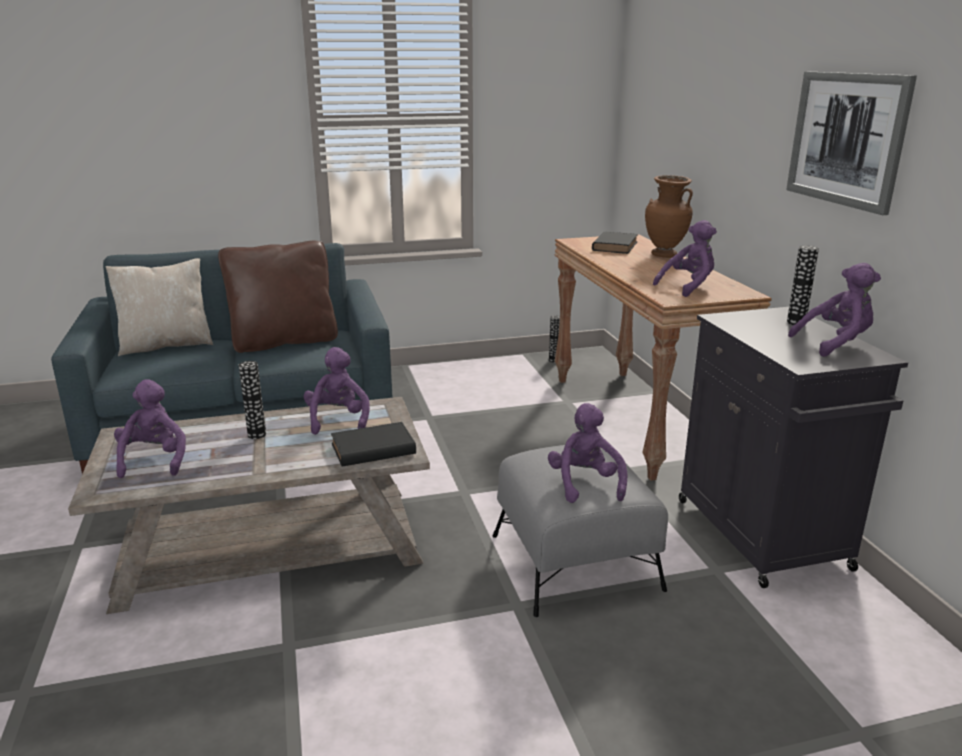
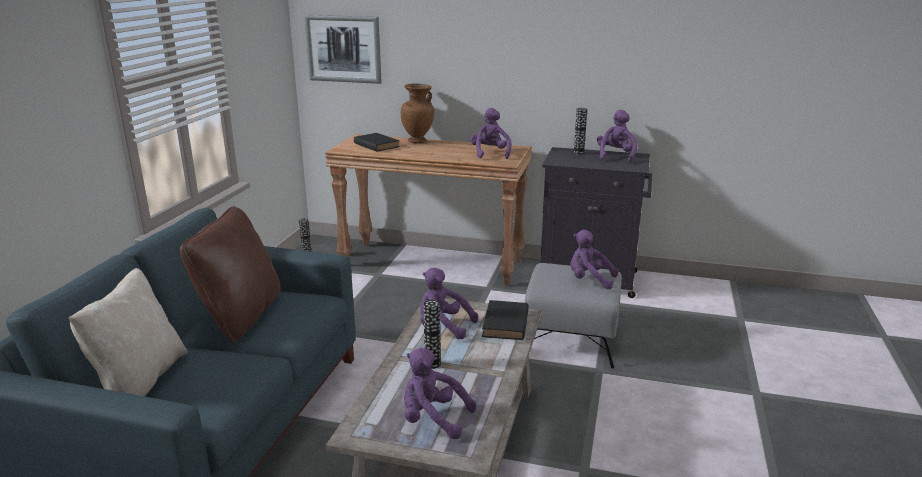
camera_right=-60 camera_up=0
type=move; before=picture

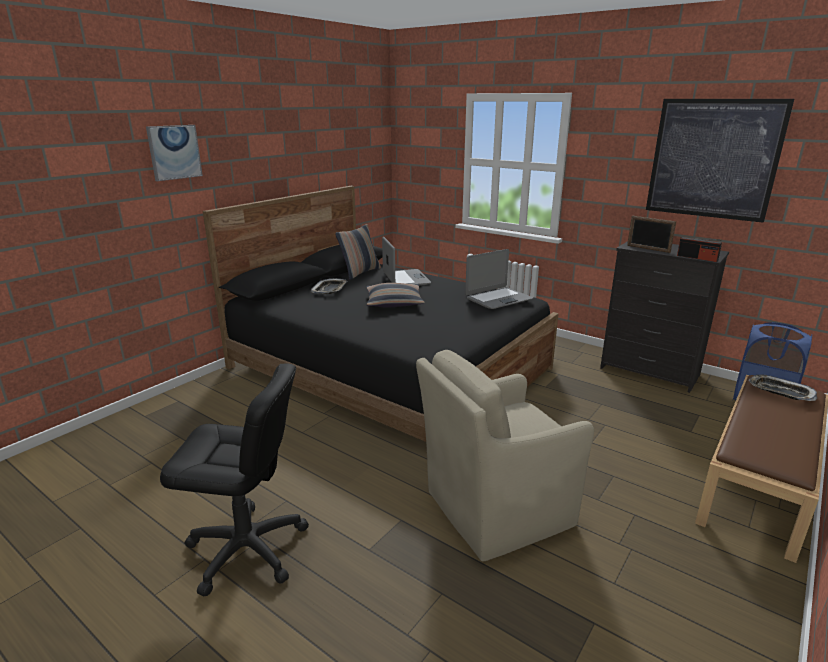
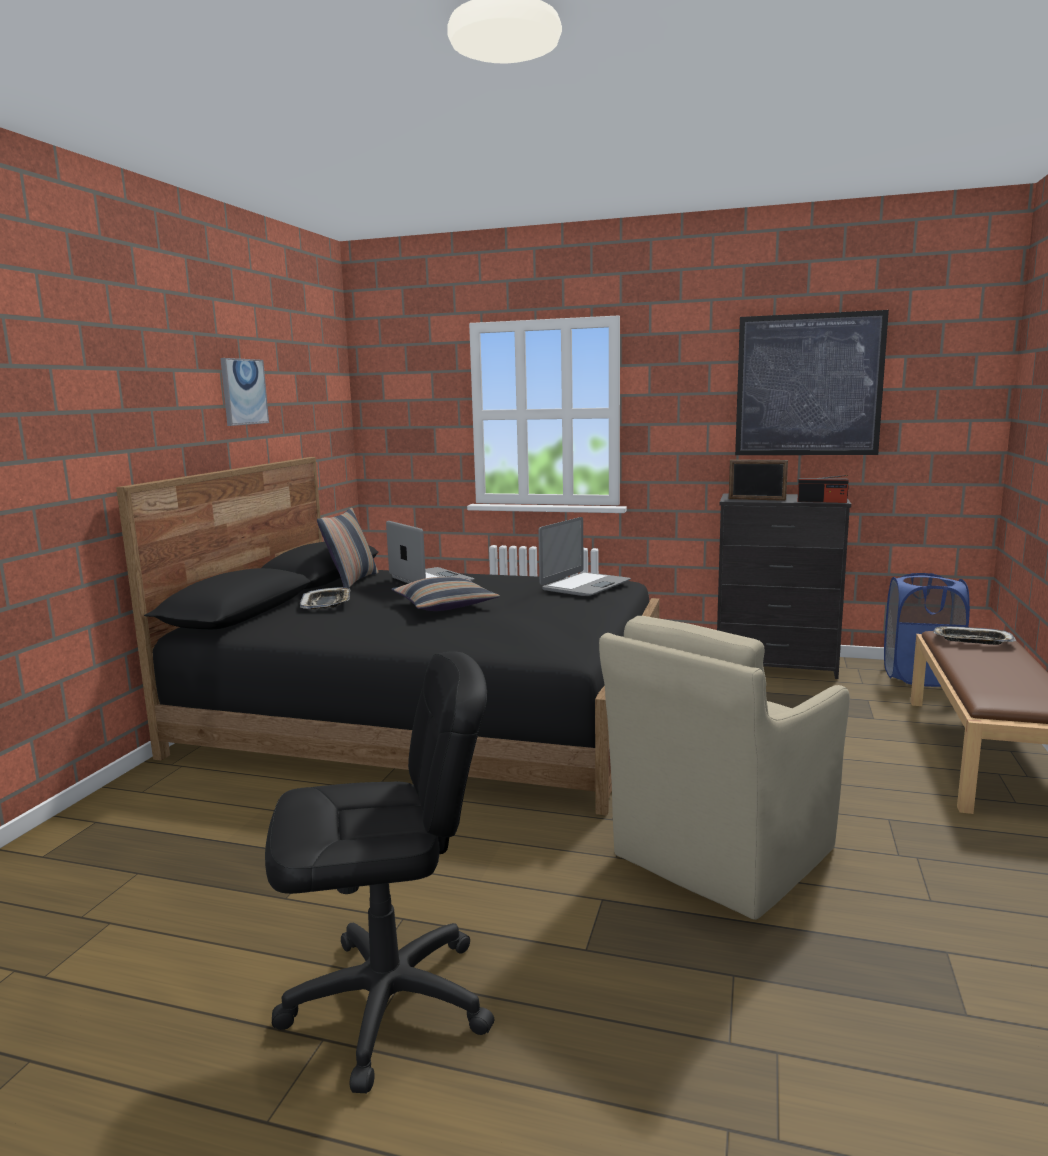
camera_right=-20 camera_up=-10
type=move; before=picture (1st from left)

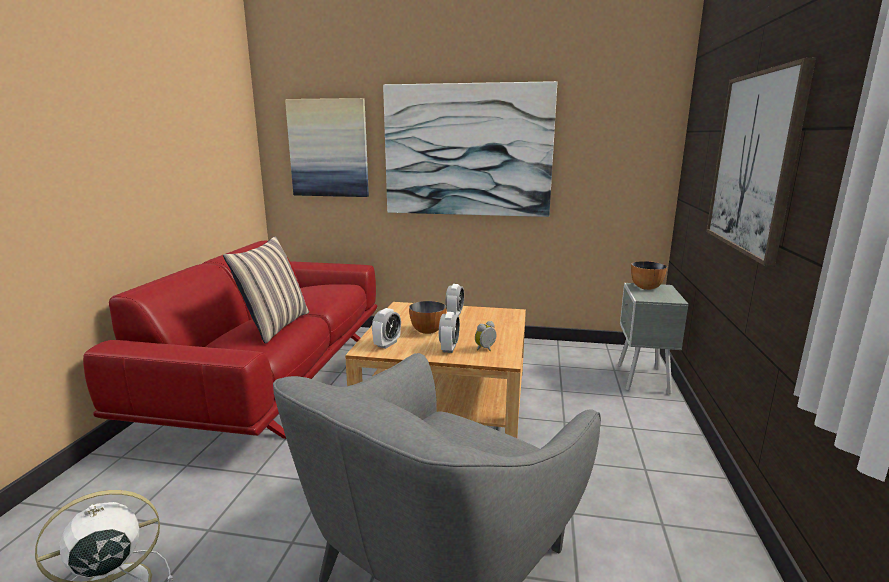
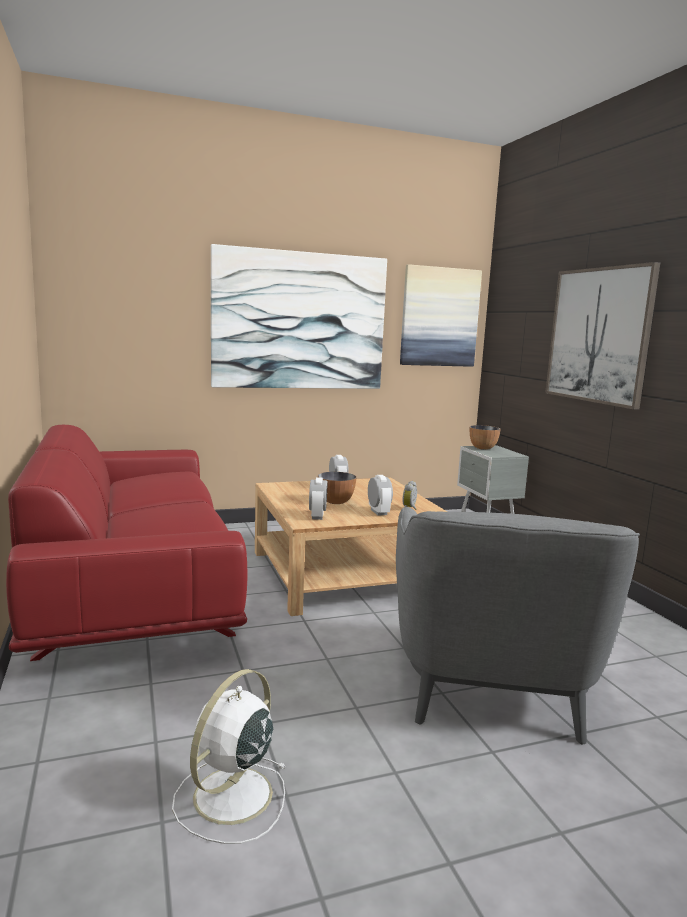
camera_right=-30 camera_up=-5
type=move; before=picture (1st from left in the first image); after=picture (2nd from left)
type=delete; before=pillow

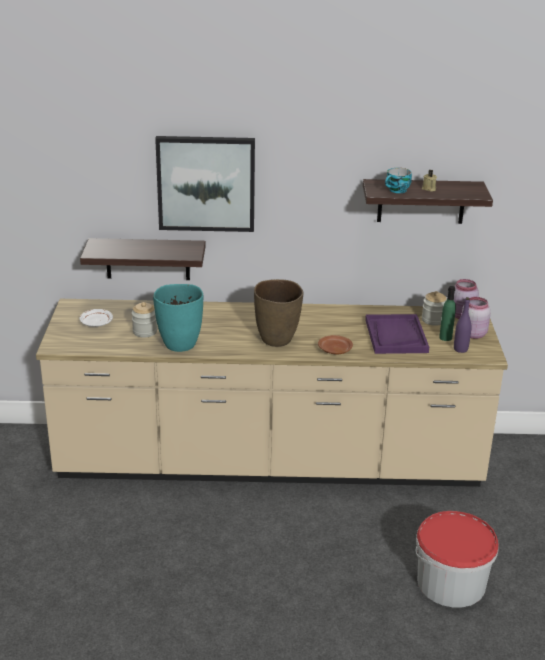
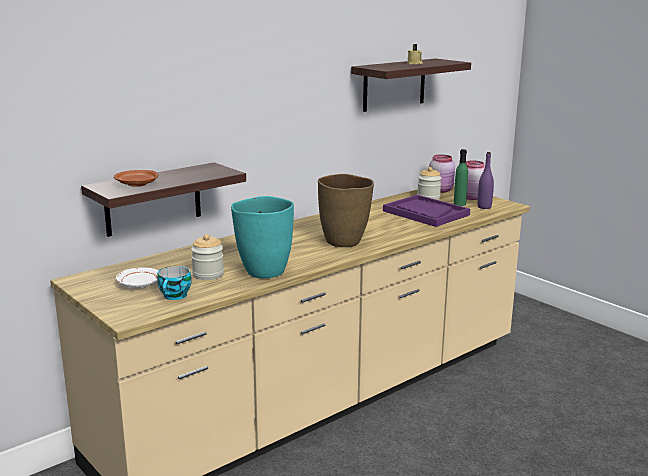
camera_right=-40 camera_up=-10
type=delete; before=picture
type=move; before=cup
type=move; before=brown_plate
type=delete; before=bucket

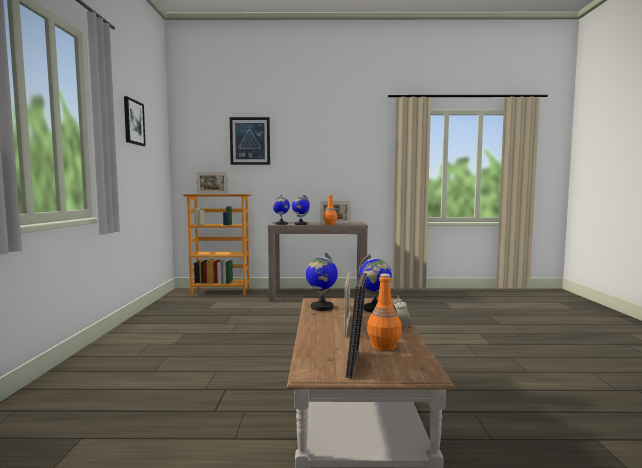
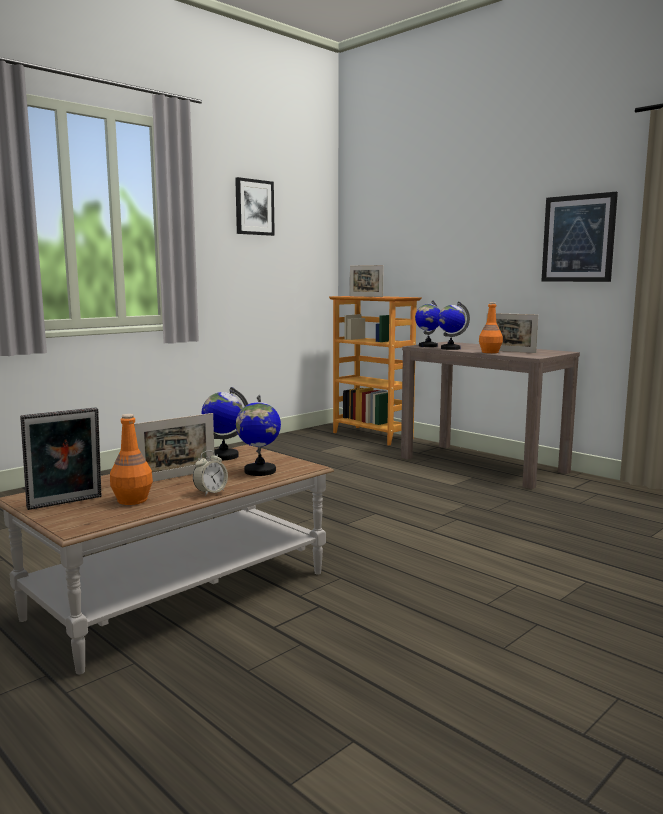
camera_right=45 camera_up=5
type=move; before=picture (2nd from left)

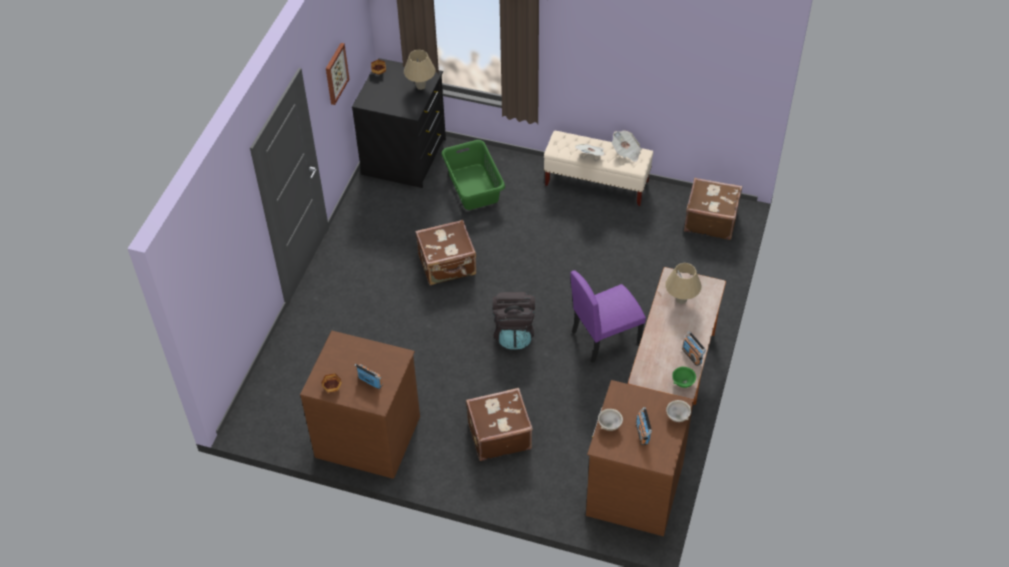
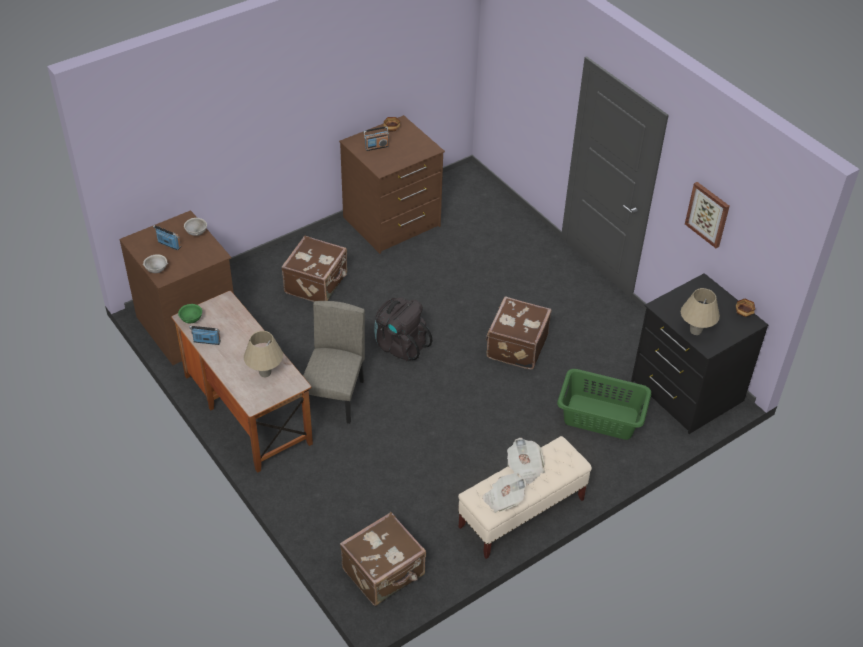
camera_right=125 camera_up=-5
type=recolor; before=purple_chair; after=beige_chair

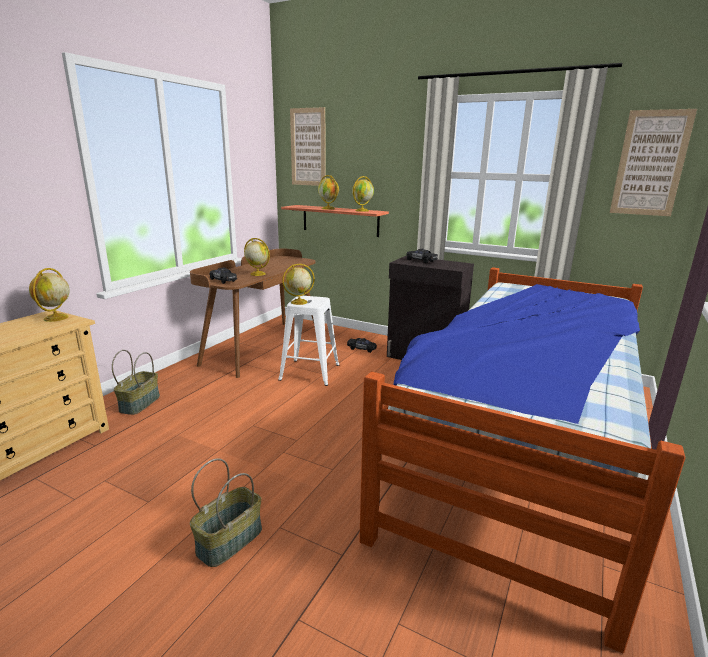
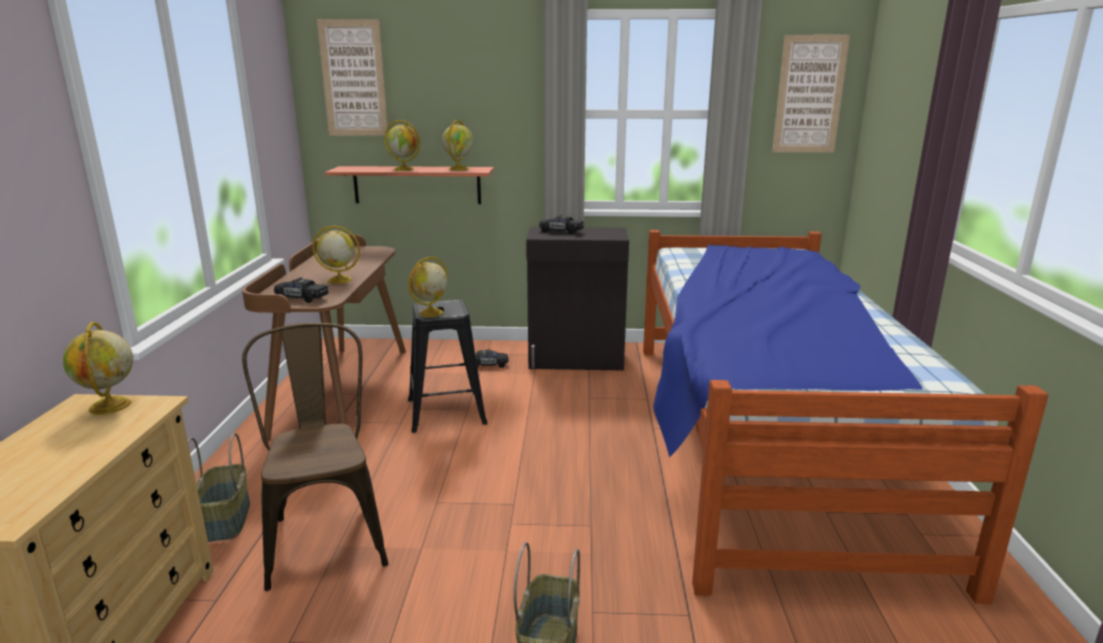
camera_right=-25 camera_up=0
type=recolor; before=white_stool; after=black_stool
type=insert; after=brown_chair

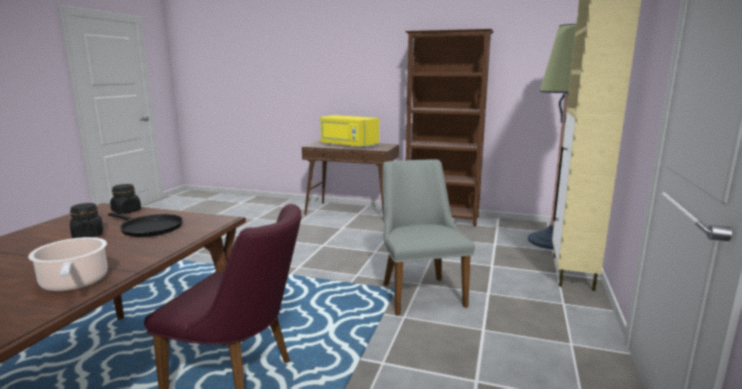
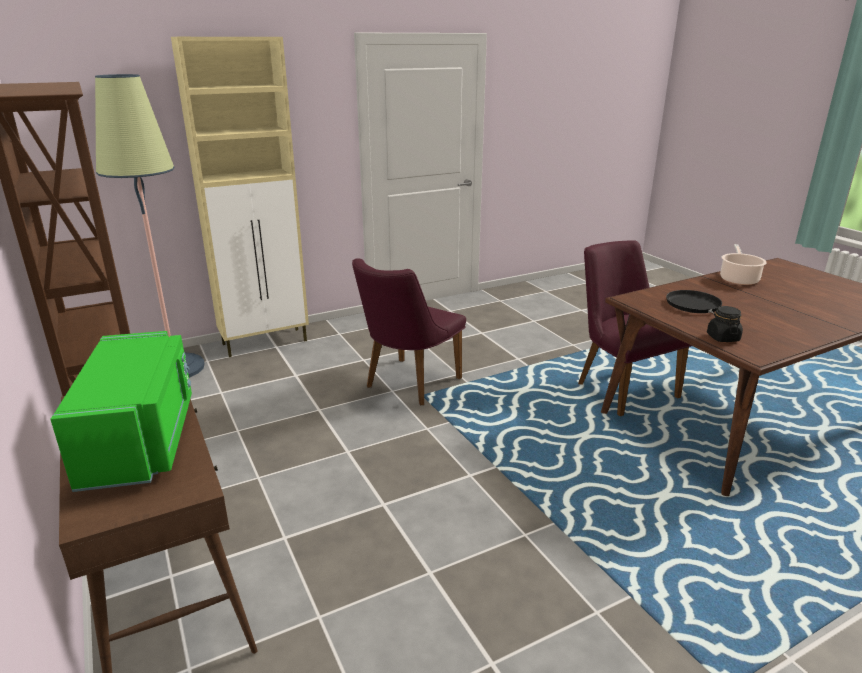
camera_right=-135 camera_up=10
type=recolor; before=yellow_microwave; after=green_microwave
type=recolor; before=grey_chair; after=purple_chair (1st from left)
type=delete; before=black_jar (1st from left)

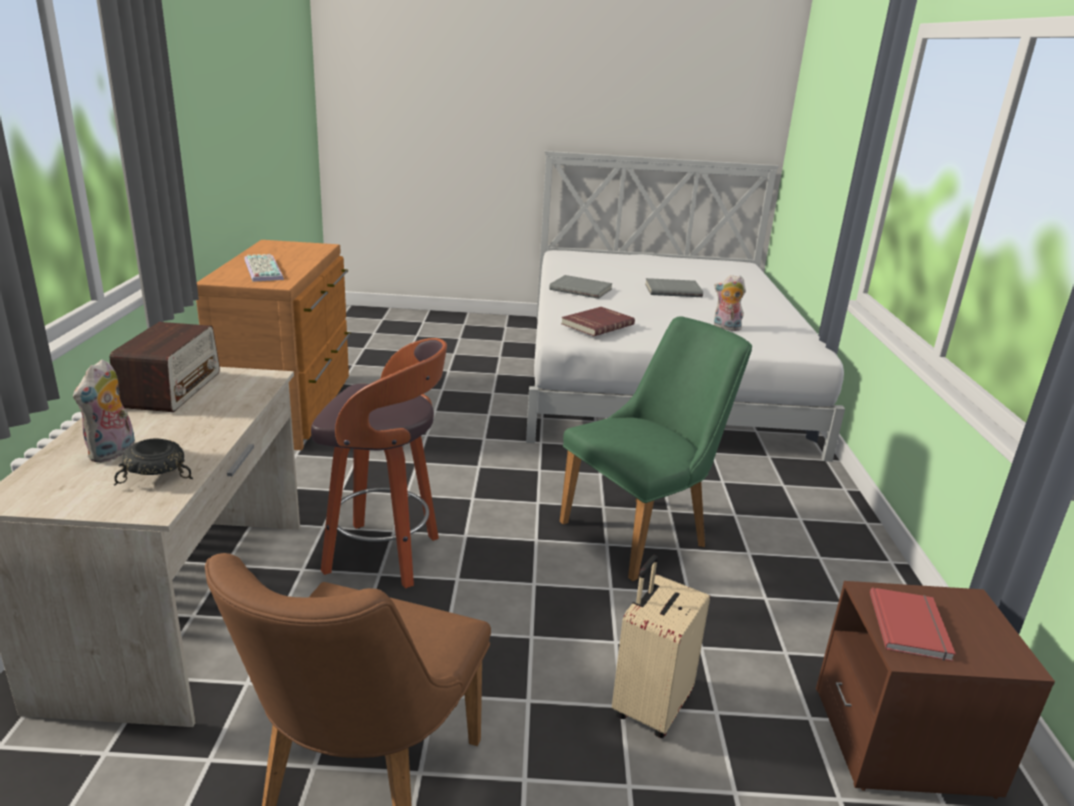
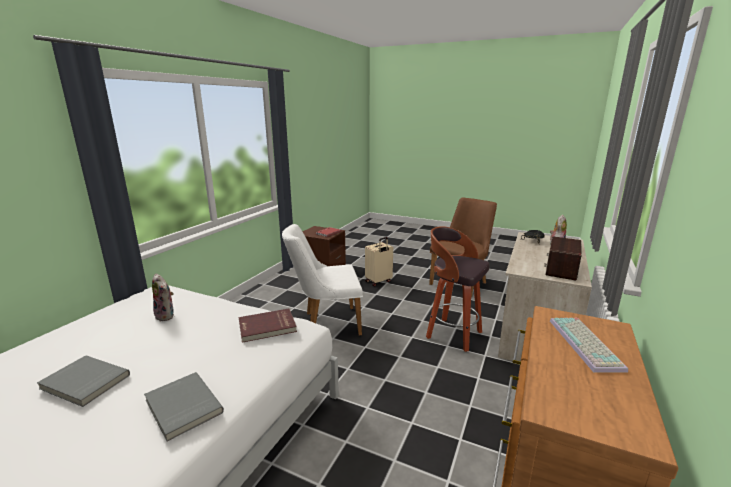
camera_right=-155 camera_up=-5
type=recolor; before=green_chair; after=white_chair

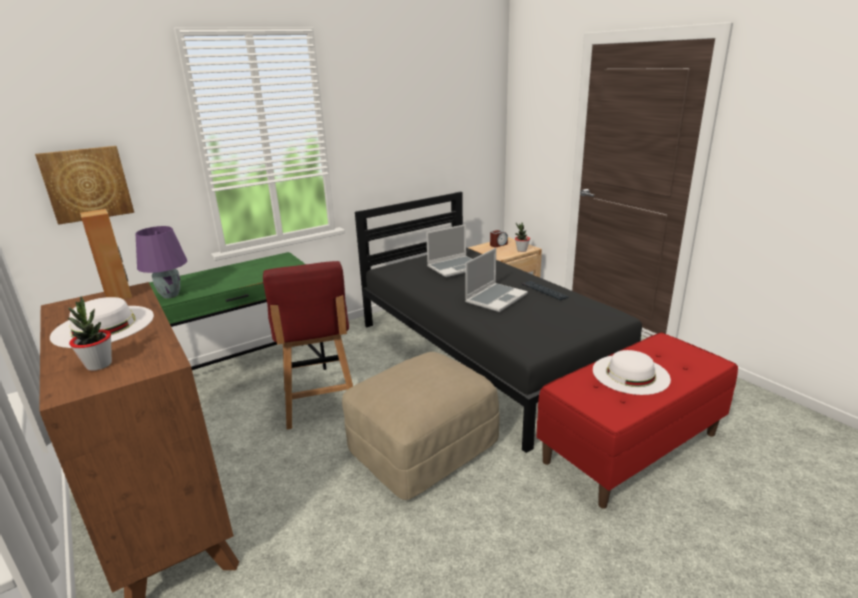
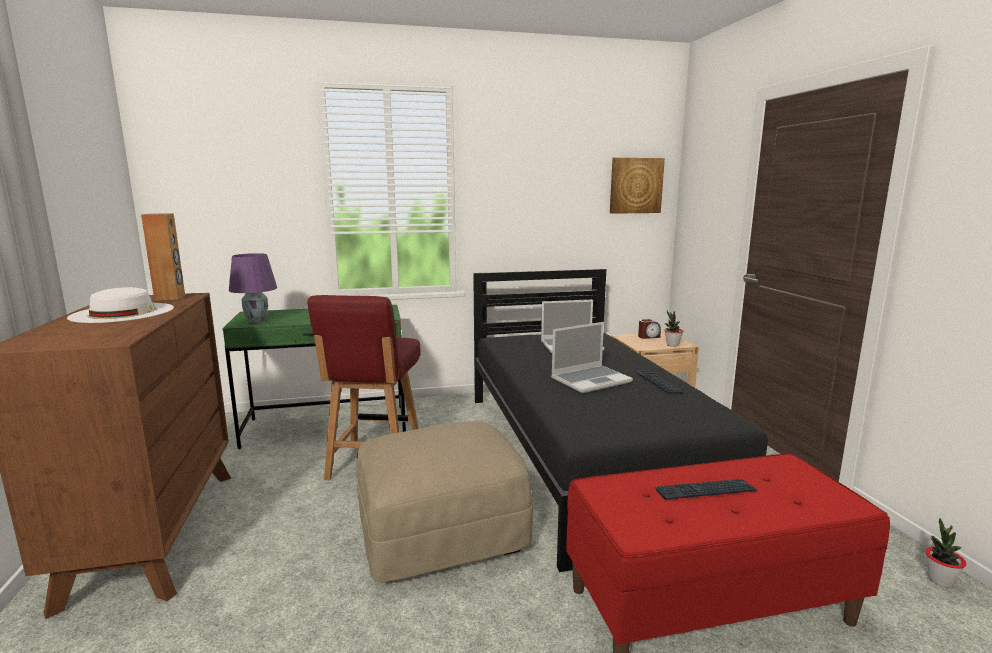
camera_right=20 camera_up=-10
type=move; before=picture
type=move; before=potted_plant (1st from left in the first image); after=potted_plant (2nd from left)
type=replace; before=white_hat (2nd from left); after=keyboard (2nd from left)

